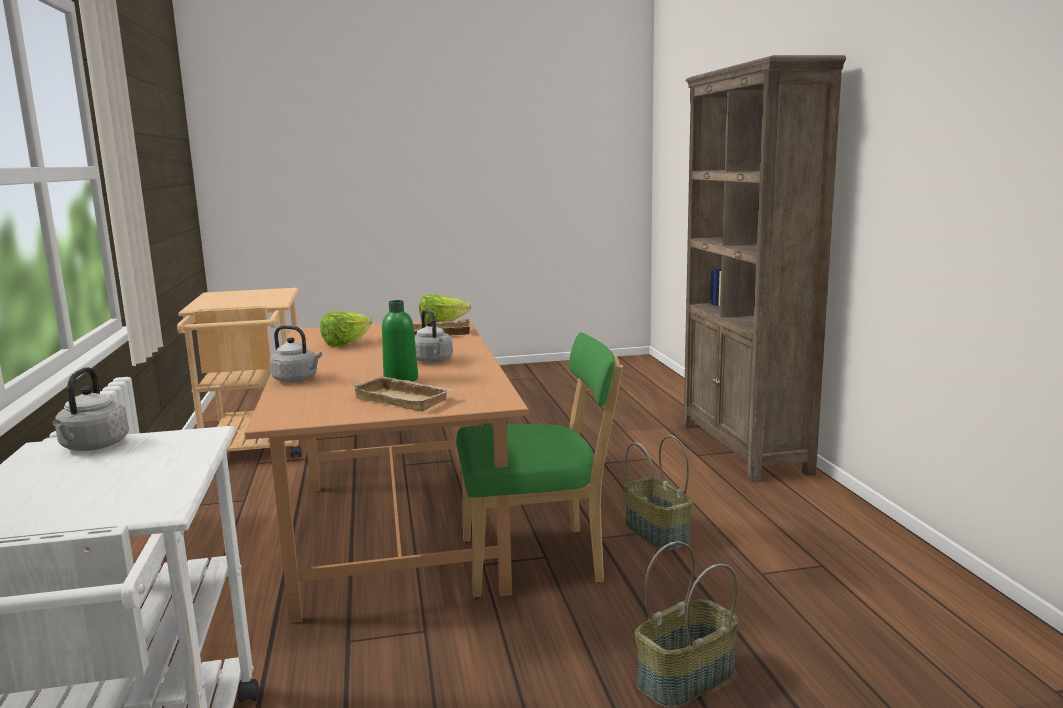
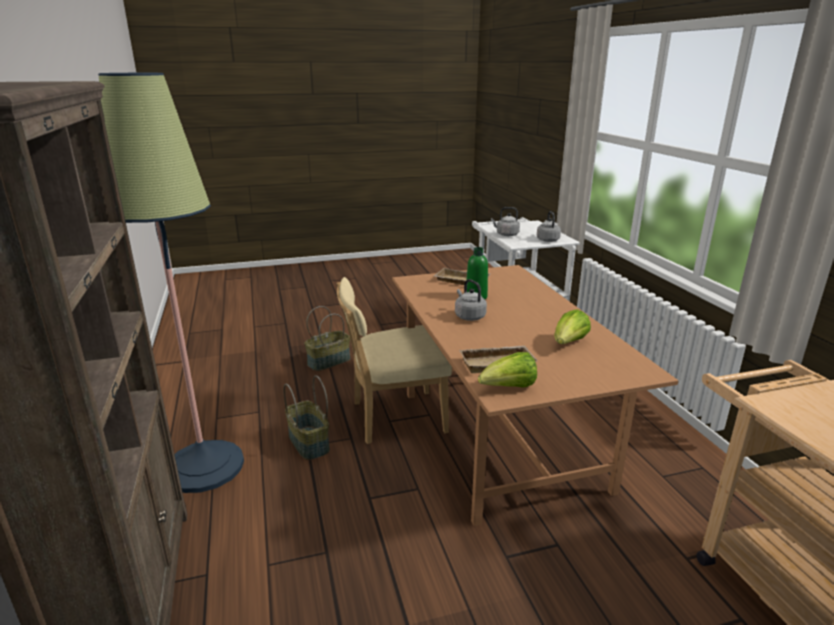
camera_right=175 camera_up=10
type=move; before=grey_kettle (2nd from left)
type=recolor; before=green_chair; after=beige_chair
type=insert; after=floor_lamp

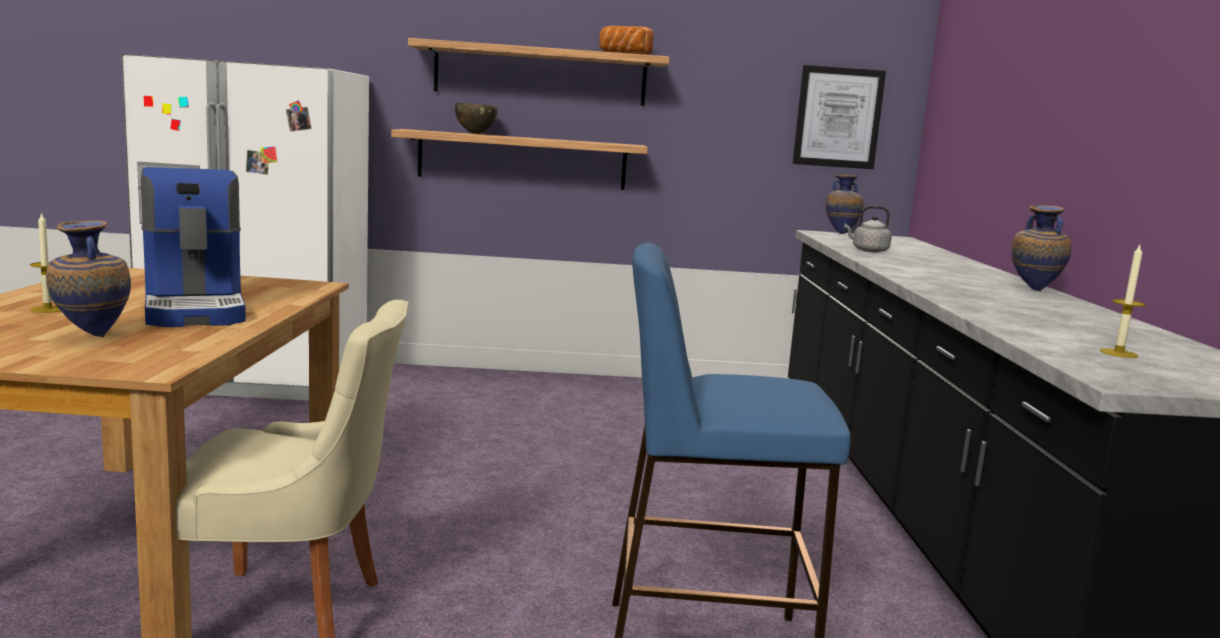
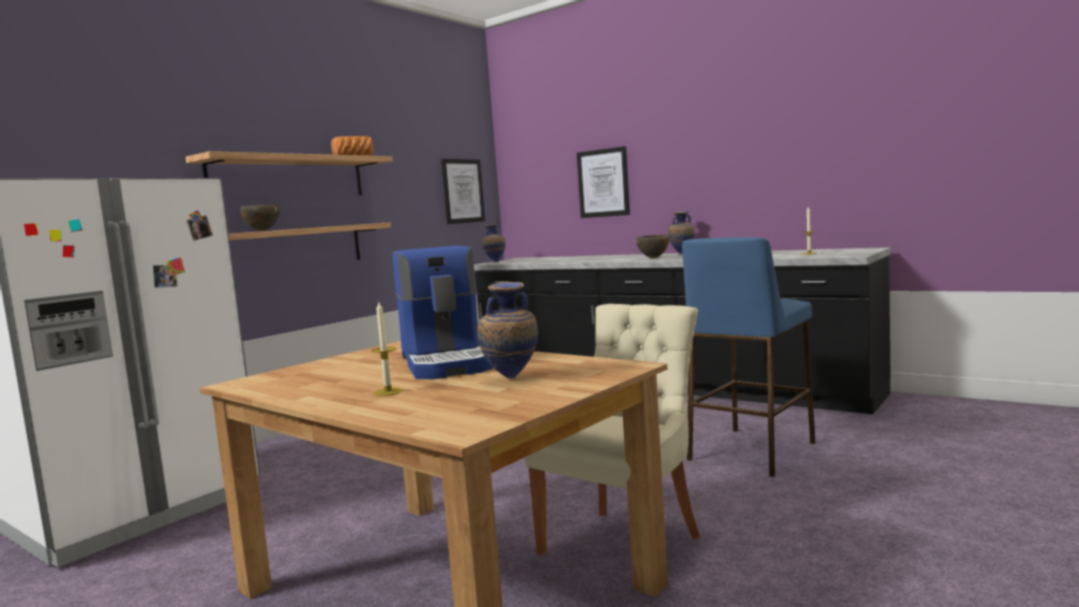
camera_right=-50 camera_up=-5
type=rotate; before=coffee_machine; turn=60
type=delete; before=grey_kettle
type=insert; after=picture (2nd from left)
type=insert; after=brown_bowl (2nd from left)

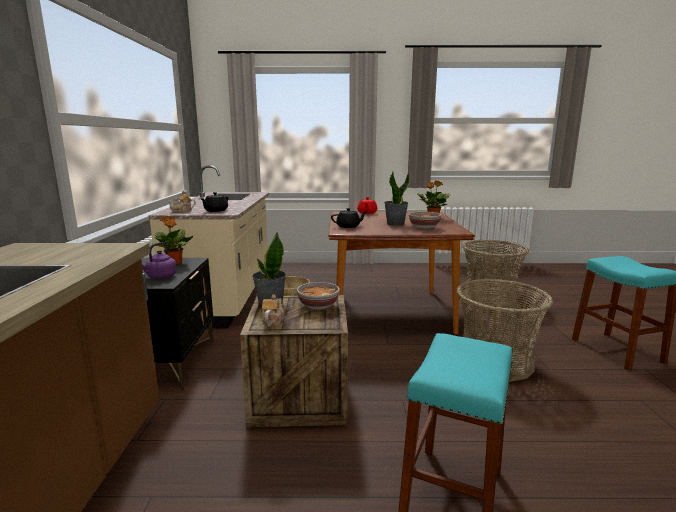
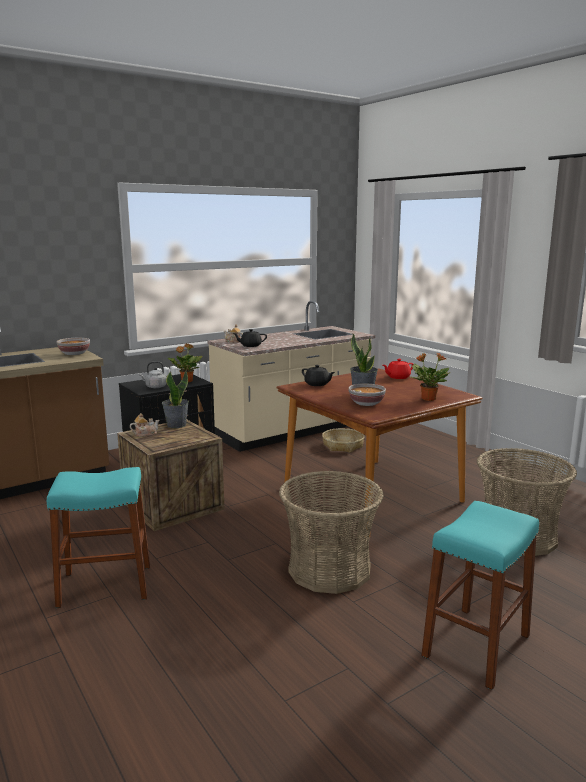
camera_right=55 camera_up=0
type=recolor; before=purple_kettle; after=grey_kettle
type=move; before=bowl (1st from left)

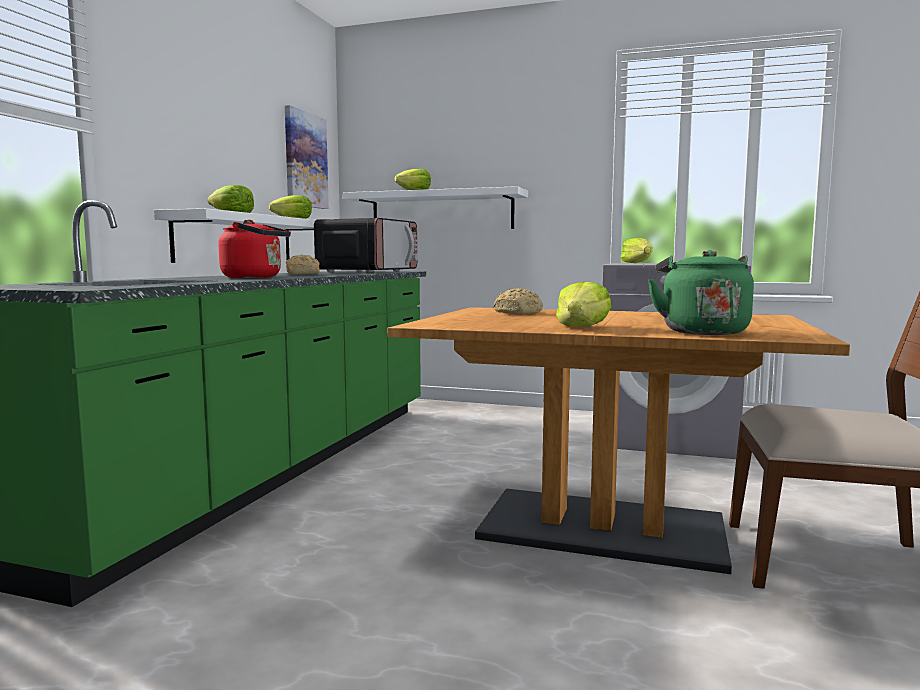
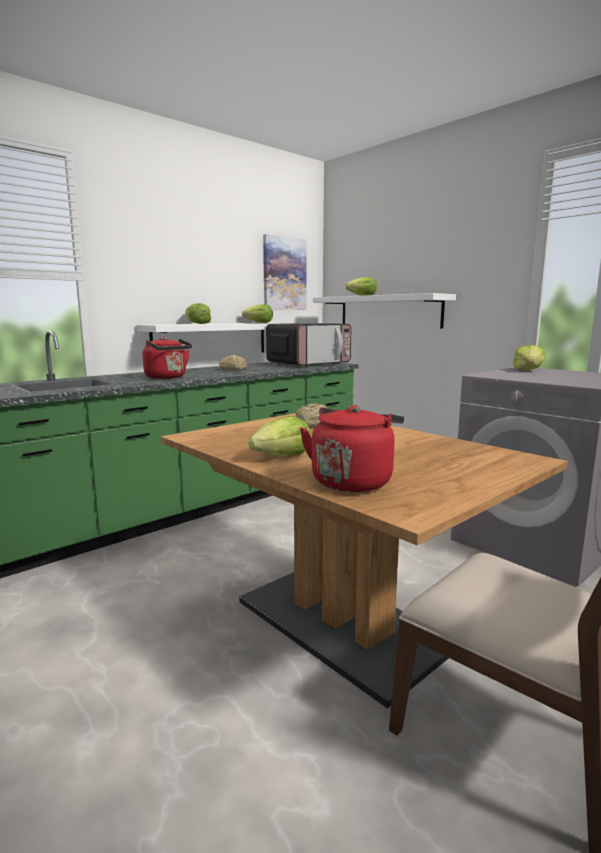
camera_right=30 camera_up=5
type=recolor; before=green_kettle; after=red_kettle (2nd from left)

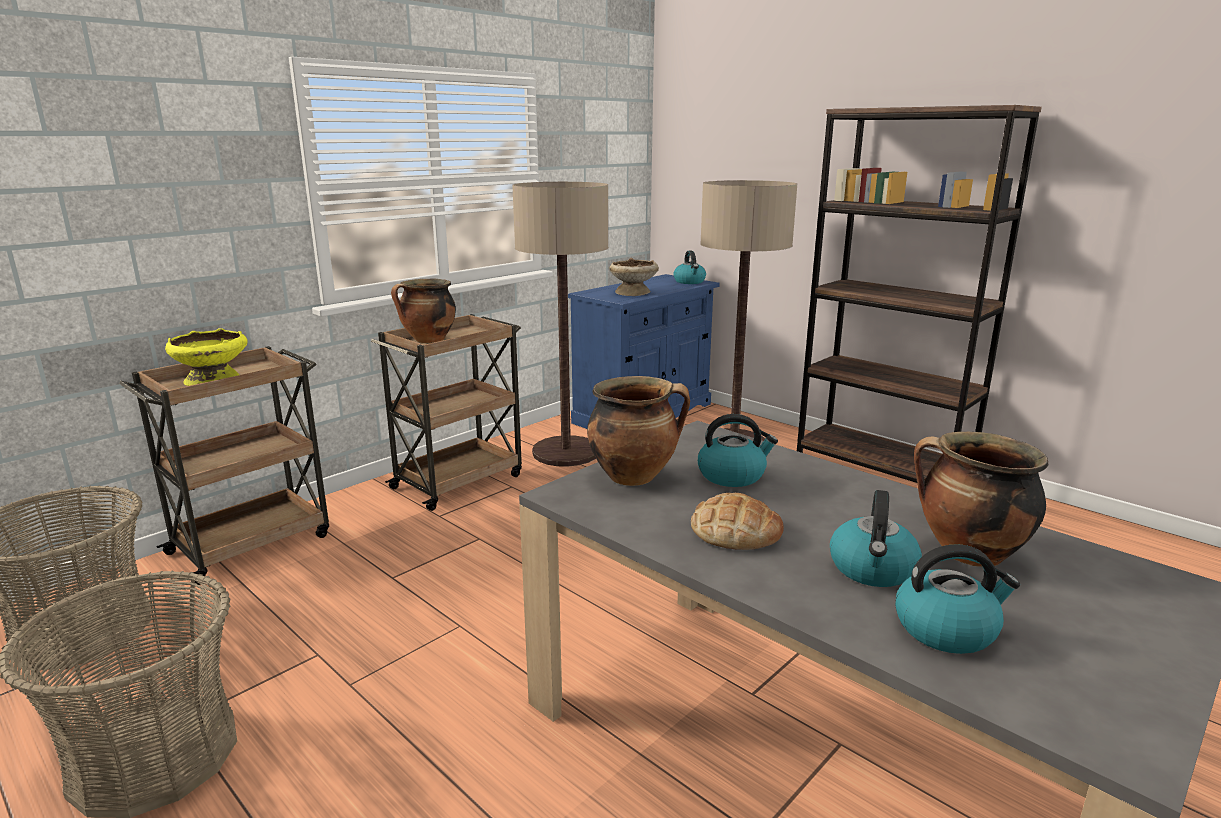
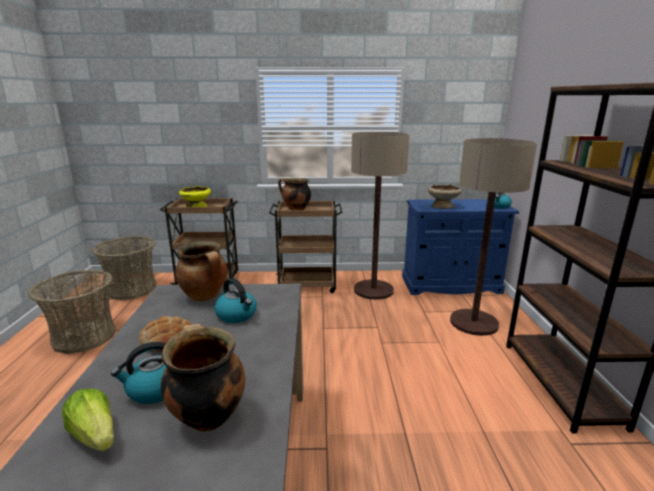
camera_right=45 camera_up=0
type=replace; before=kettle (4th from left); after=lettuce

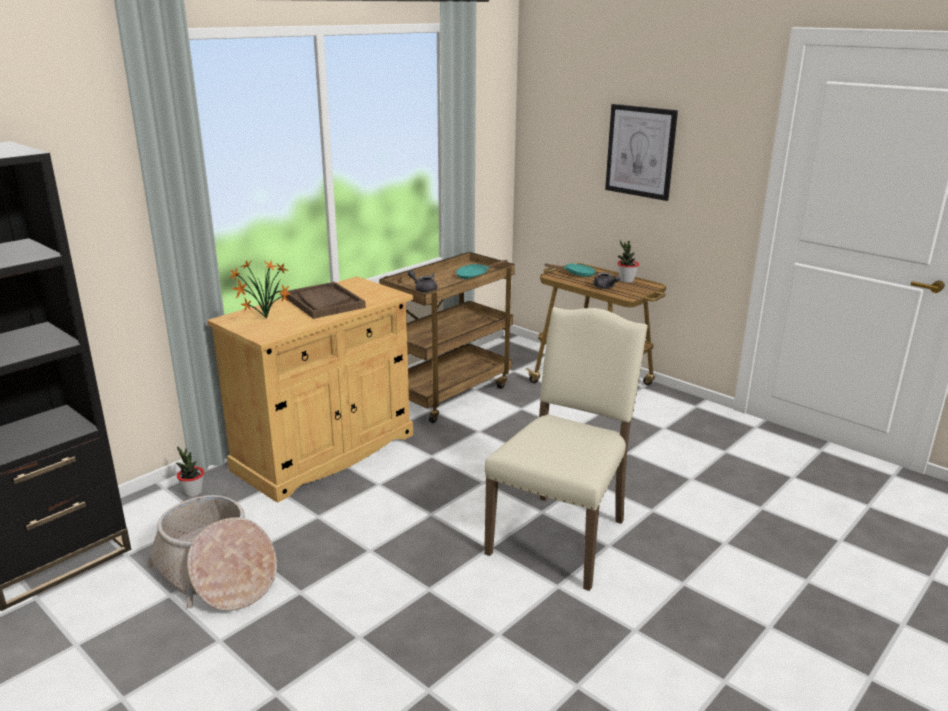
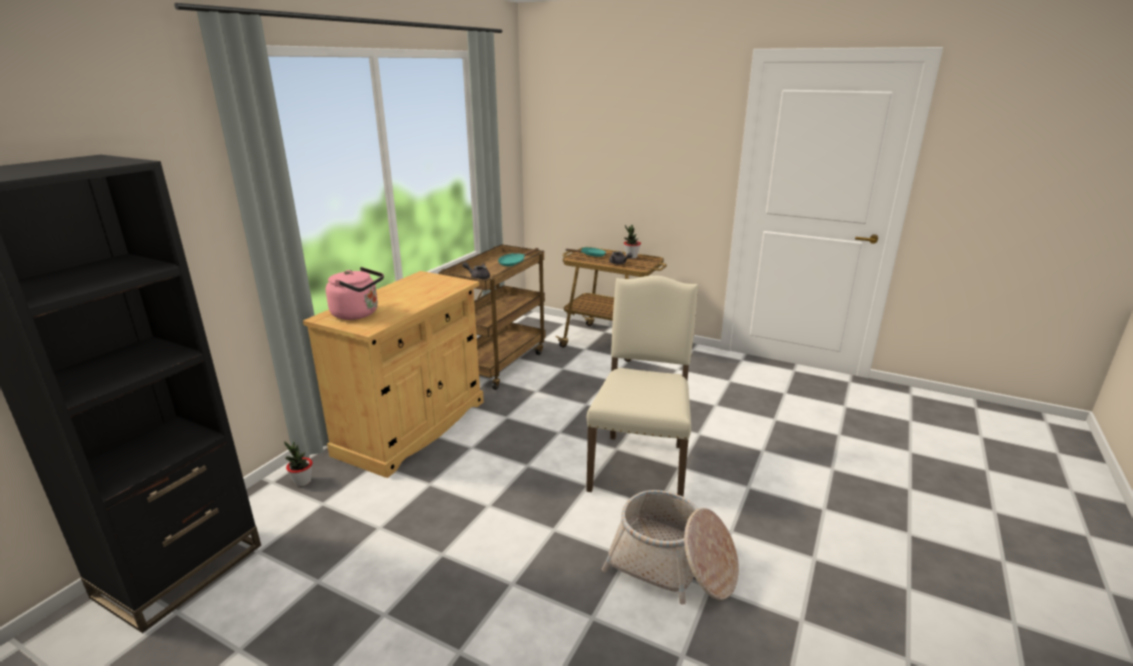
camera_right=-15 camera_up=0
type=delete; before=picture
type=replace; before=potted_plant (2nd from left); after=pink_kettle
type=delete; before=brown_tray
type=move; before=basket

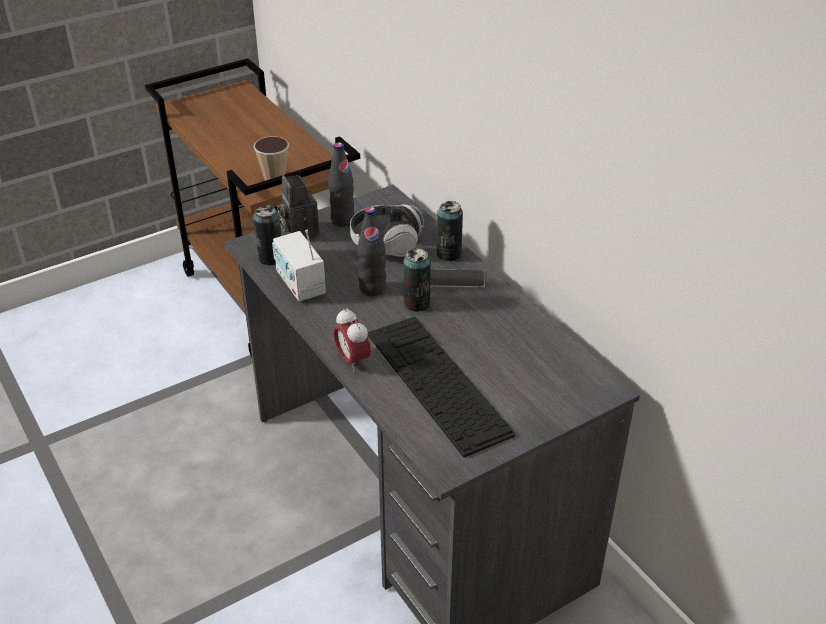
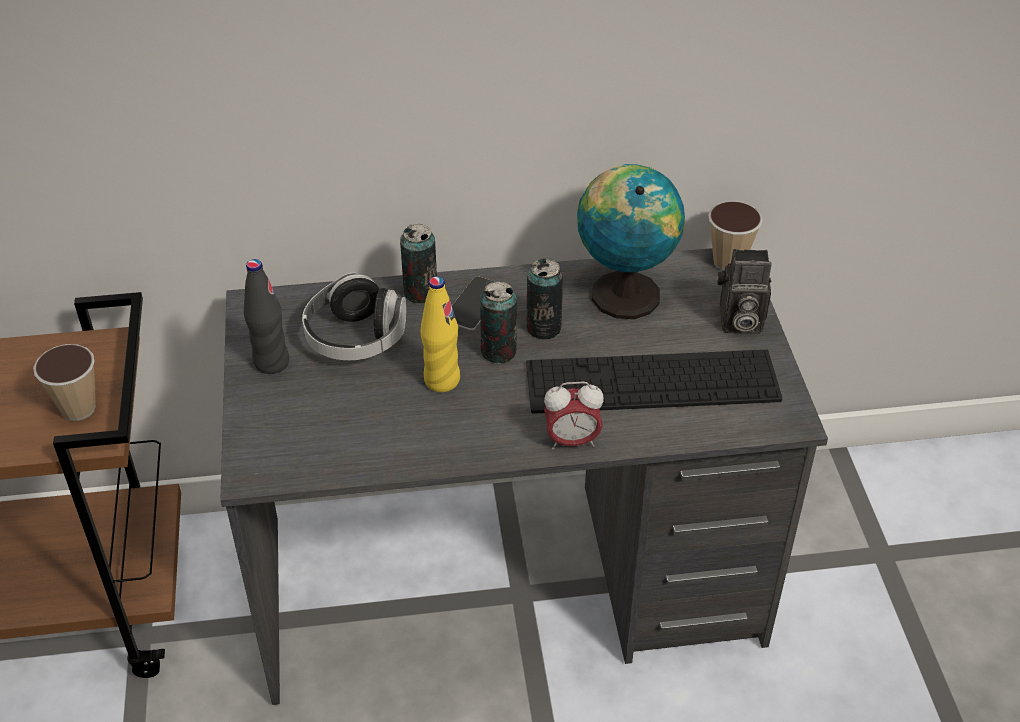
camera_right=-65 camera_up=5
type=move; before=photo_camera
type=move; before=can (1st from left in the first image); after=can (3rd from left)
type=recolor; before=black_bottle (2nd from left); after=yellow_bottle
type=delete; before=radio
type=insert; after=globe
type=insert; after=cup (2nd from left)

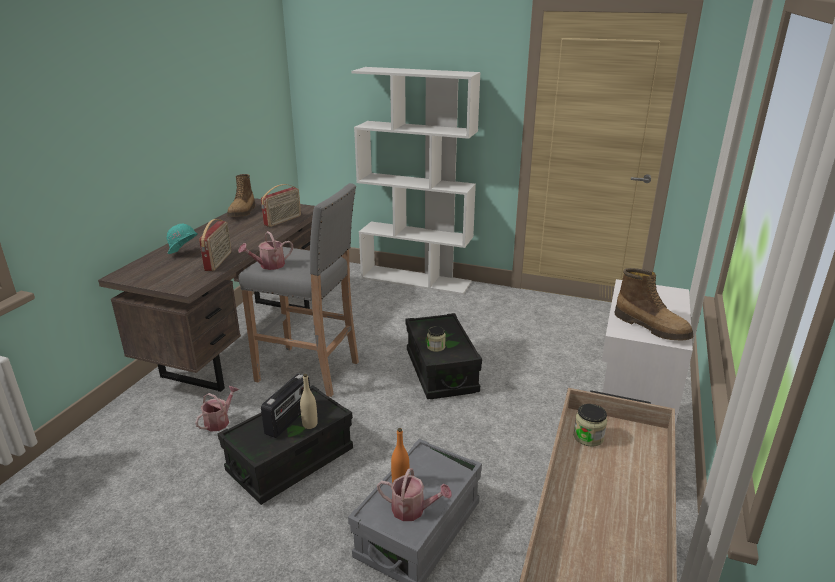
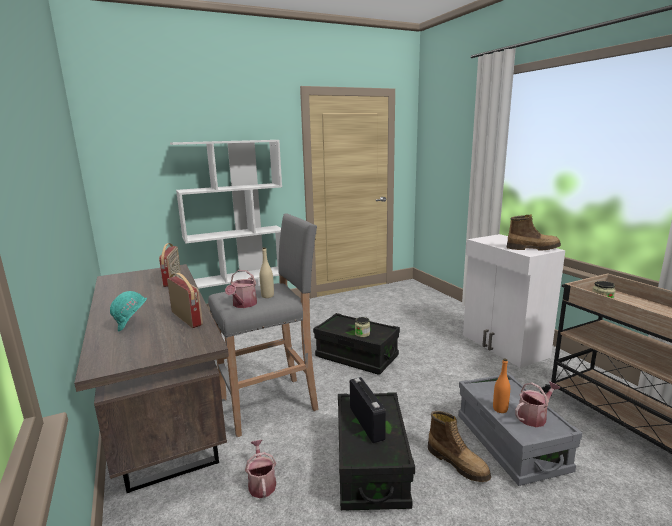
camera_right=-45 camera_up=-10
type=move; before=boot (1st from left)
type=move; before=beige_bottle

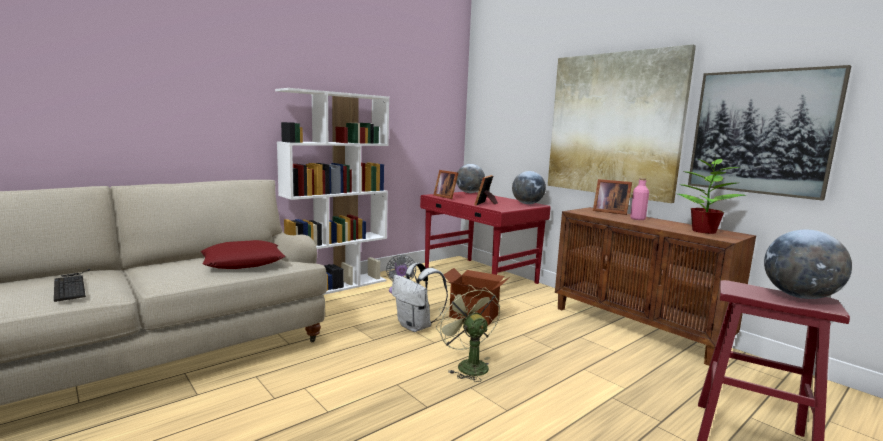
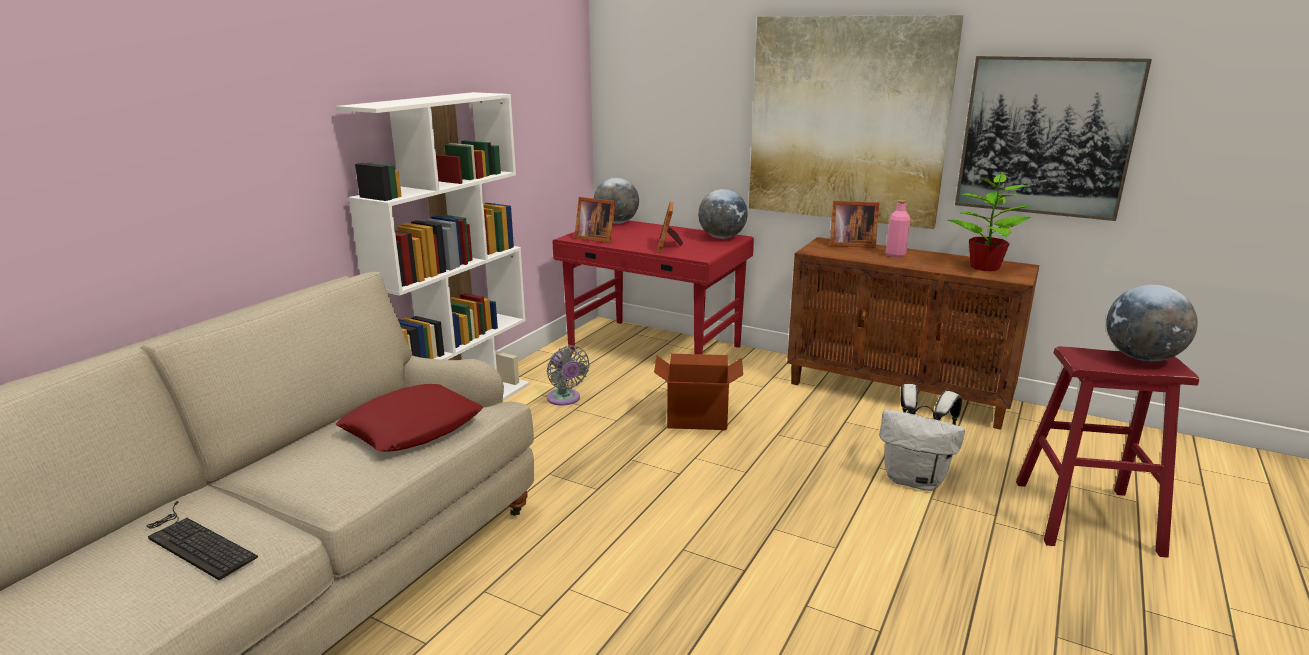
camera_right=-20 camera_up=10
type=move; before=white_backpack
type=delete; before=green_fan

